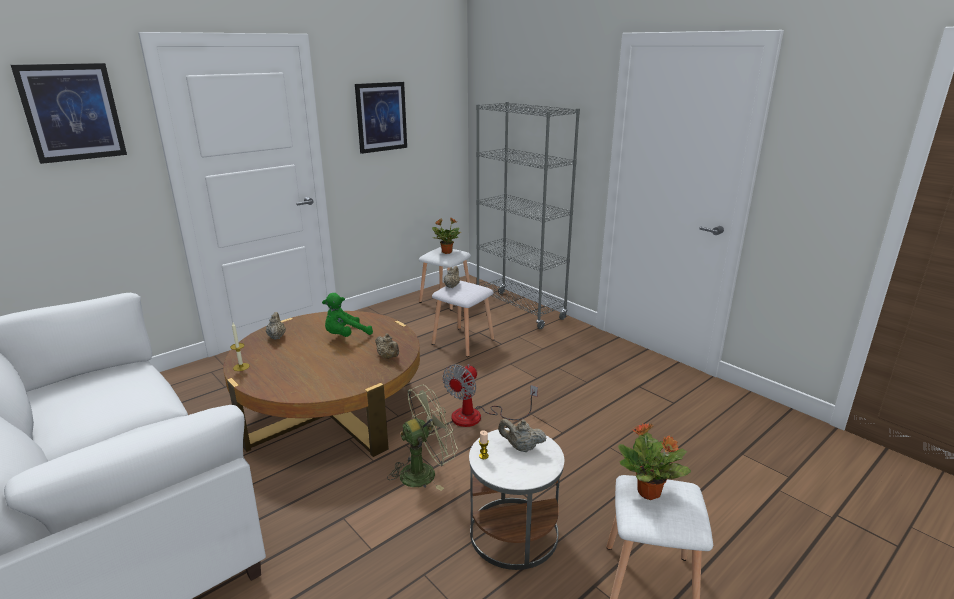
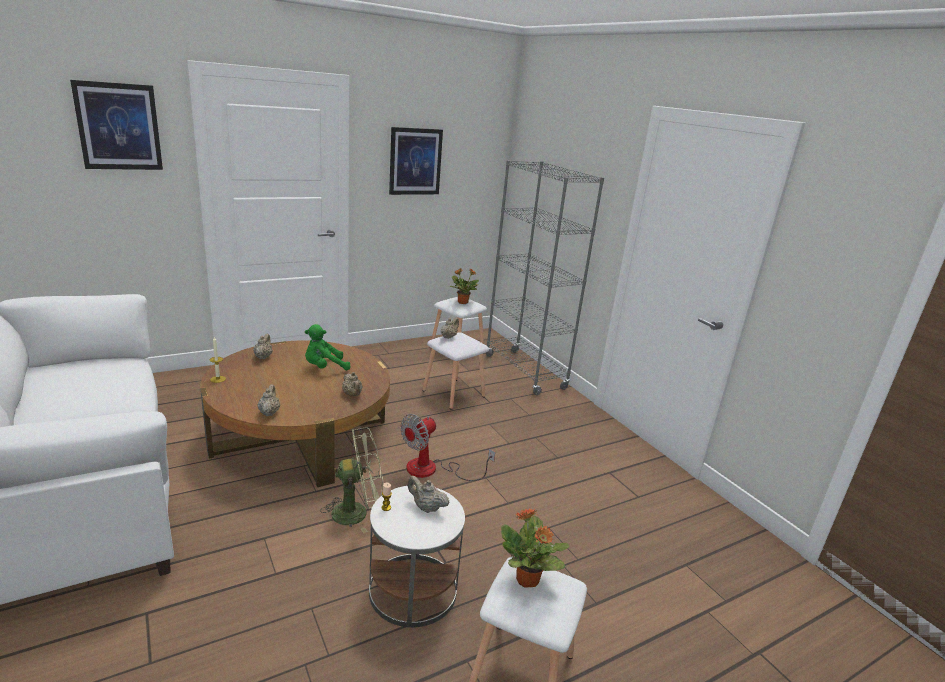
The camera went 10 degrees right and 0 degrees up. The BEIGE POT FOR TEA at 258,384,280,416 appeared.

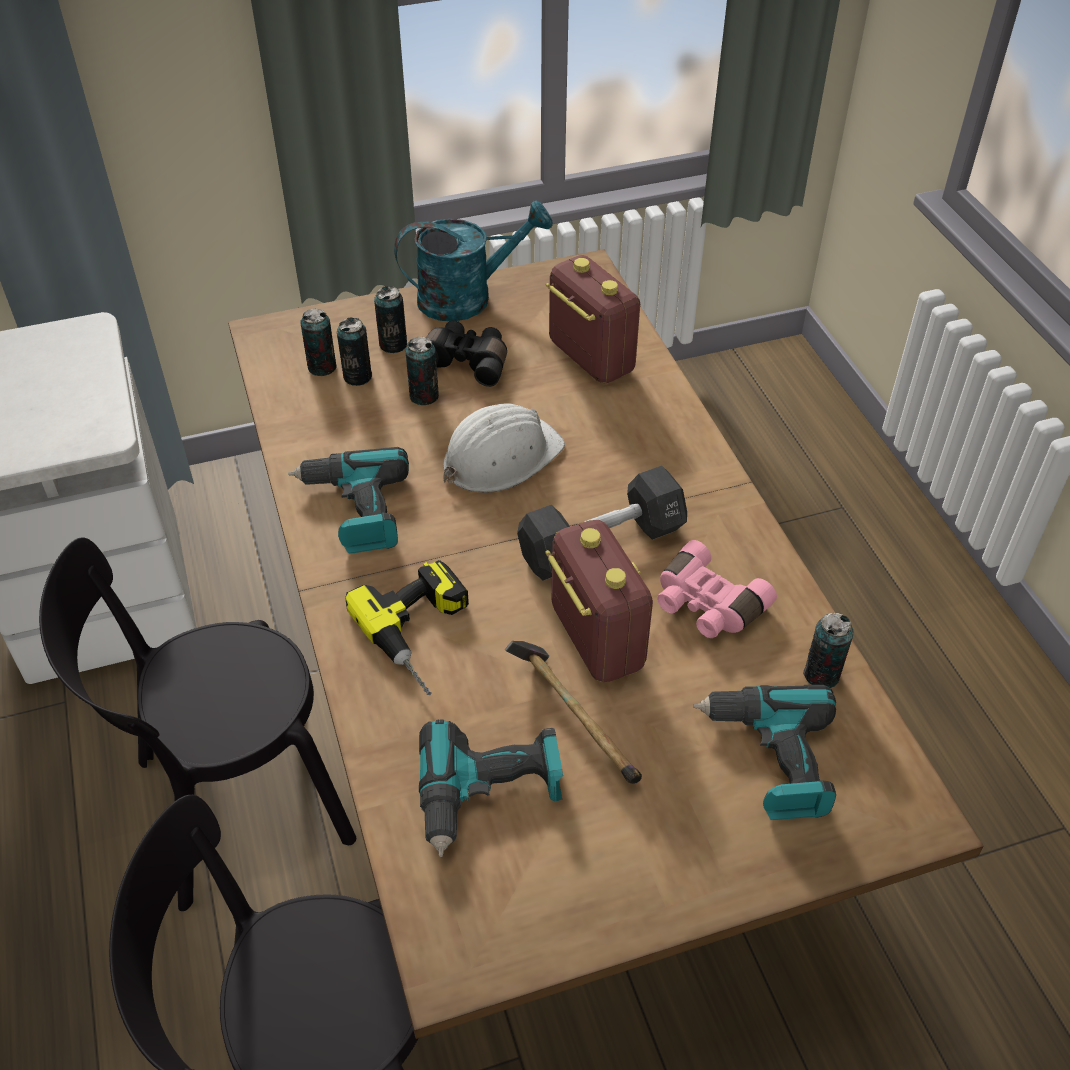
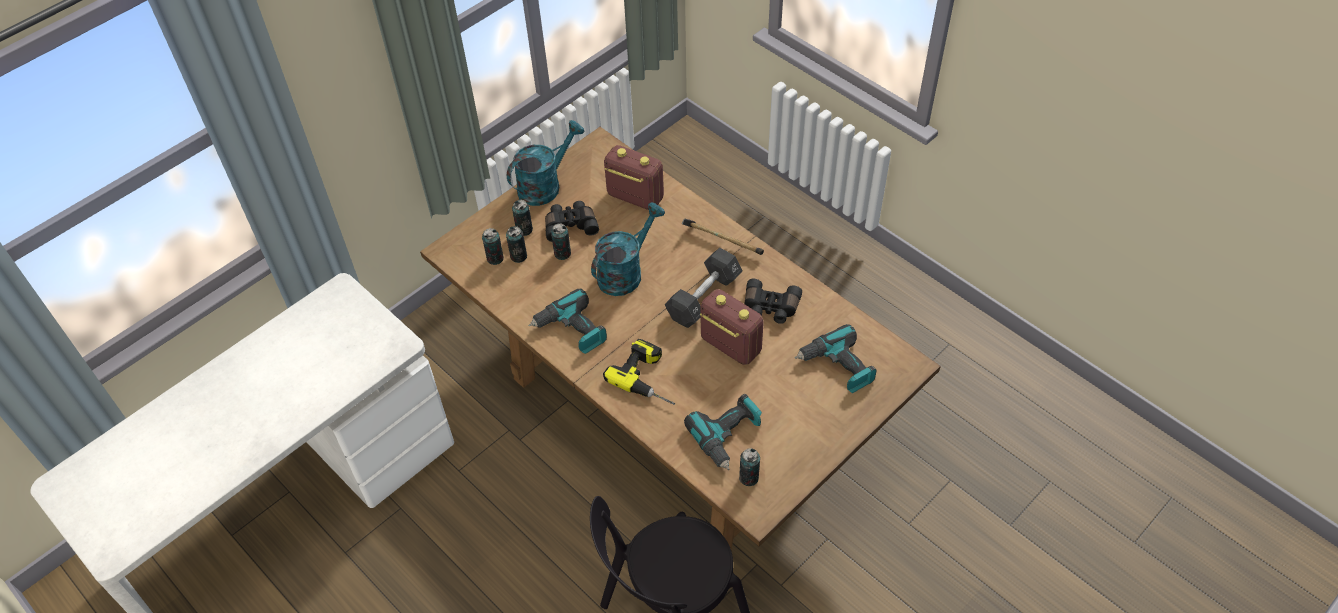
The camera went 25 degrees left and 5 degrees up. The WHITISH HARD HAT at 443,403,565,493 was replaced by the BLUE-GREEN WATERING CAN at 591,202,665,296. The BLACK PLAIN CHAIR at 39,537,356,911 disappeared. The PINK-COLOURED FIELD GLASSES at 657,540,777,638 became the BLACK FIELD GLASSES at 745,279,802,324. The CAN moved from 803,613,854,688 to 739,448,760,486. The HAMMER moved from 504,641,642,784 to 682,219,764,255.

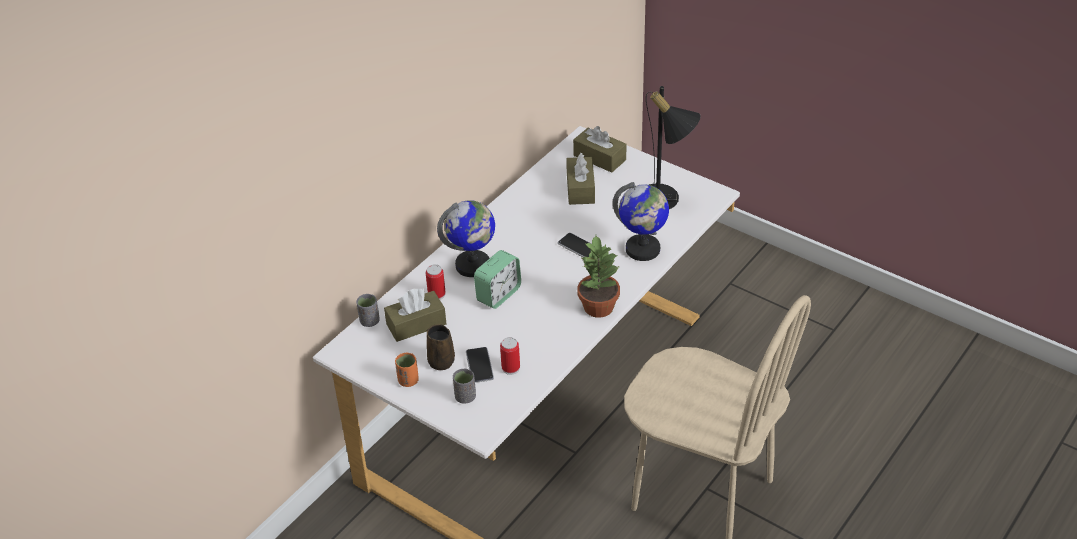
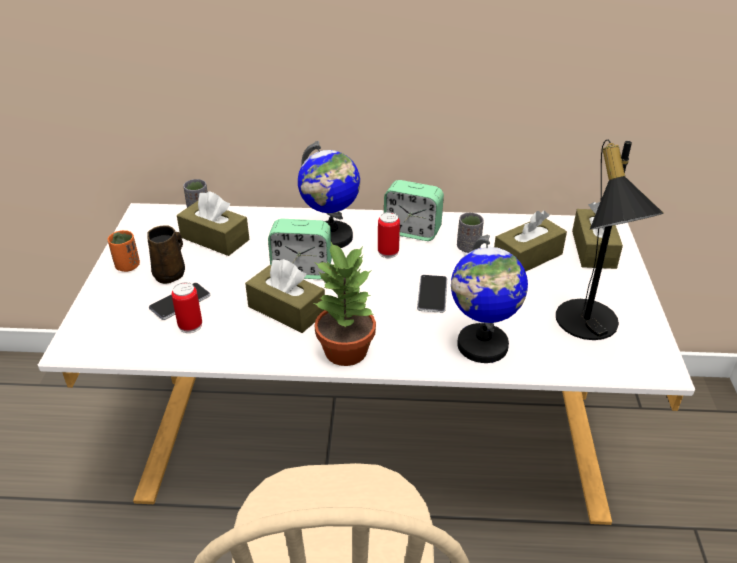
The camera went 55 degrees right and 5 degrees down. The CAN moved from 426,264,446,300 to 378,212,400,258. The GREYISH SMALL CUP moved from 453,369,476,404 to 457,213,484,253. The TABLE CLOCK at 384,180,444,241 appeared. The BROWNISH TISSUE HOLDER at 245,259,325,333 appeared.

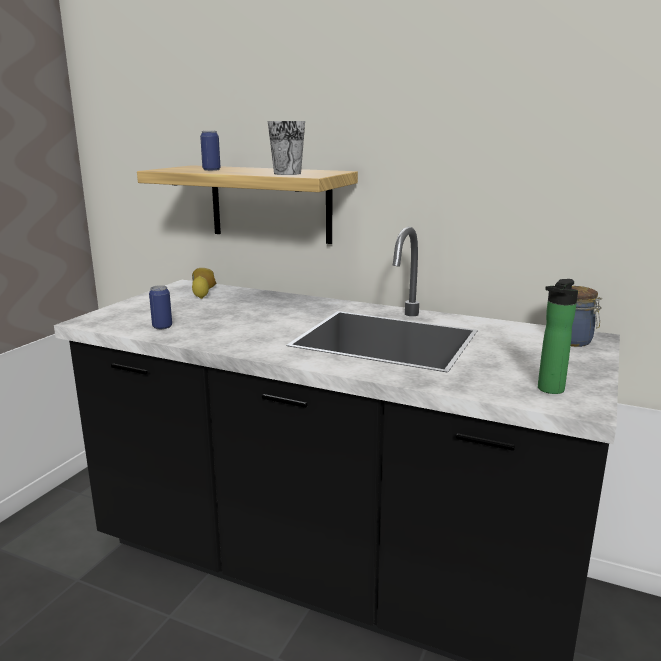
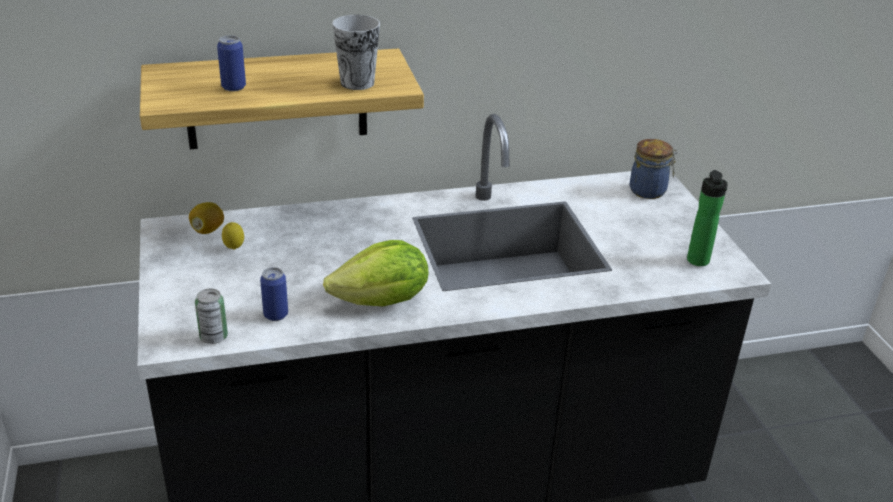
The camera went 40 degrees left and 15 degrees up. The HEAD OF LETTUCE at 323,240,428,306 appeared. The CAN at 195,288,228,344 appeared.

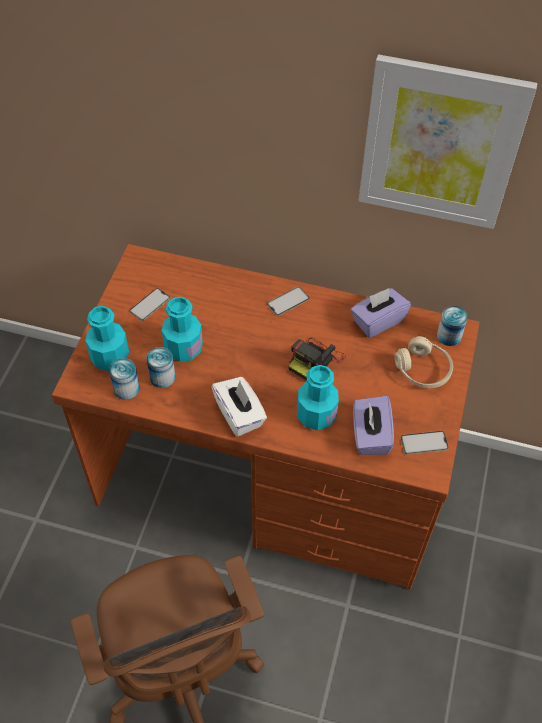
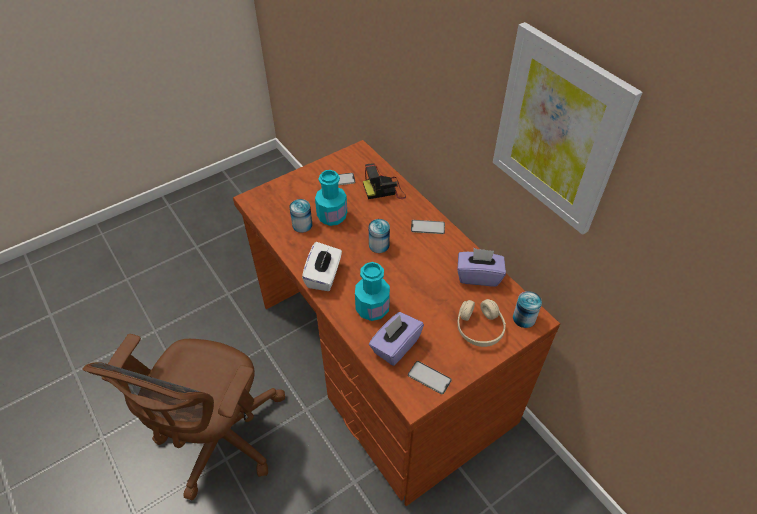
The camera went 40 degrees right and 5 degrees down. The BLUE-GREEN BEVERAGE BOTTLE at 85,306,129,371 disappeared. The PHOTO CAMERA moved from 289,338,346,381 to 363,163,406,199. The CAN moved from 109,358,140,400 to 369,219,390,253.

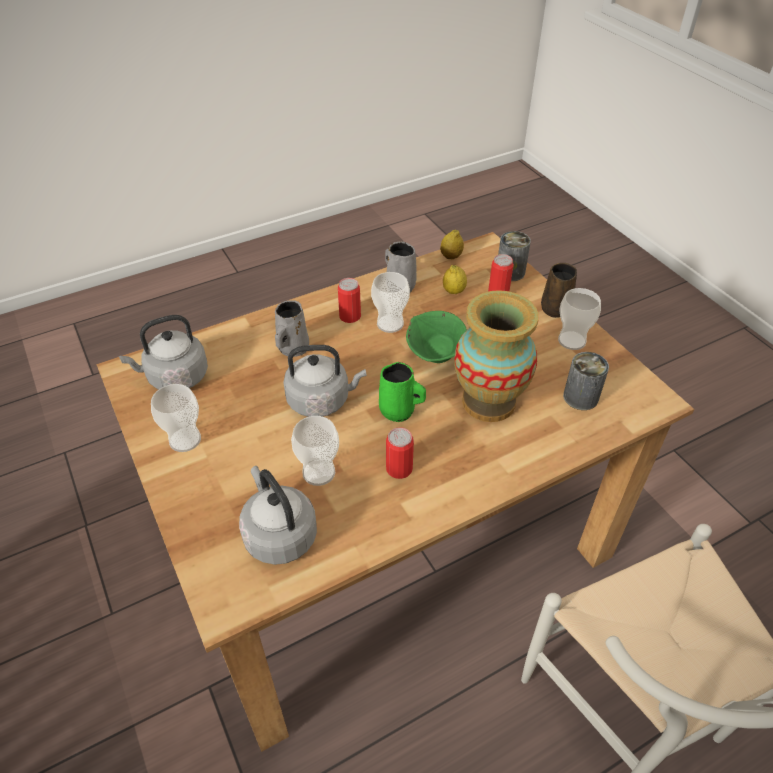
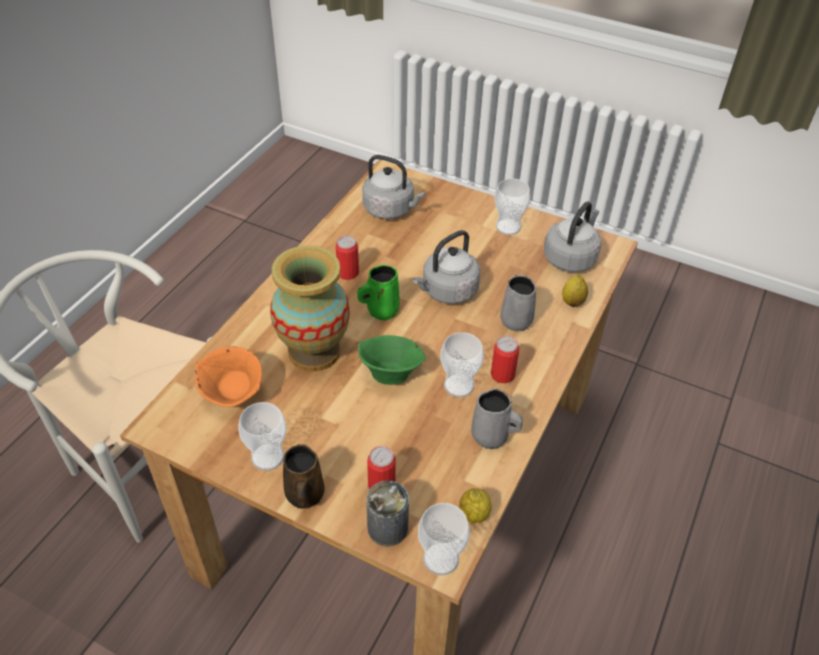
The camera went 145 degrees right and 0 degrees up. The WHOLE LEMON moved from 443,265,467,294 to 562,274,588,307. The CAN at 563,352,609,410 was replaced by the ORANGE-COLOURED DEEP DISH at 195,346,262,407. The SMALL CUP moved from 291,416,339,486 to 418,503,470,576.

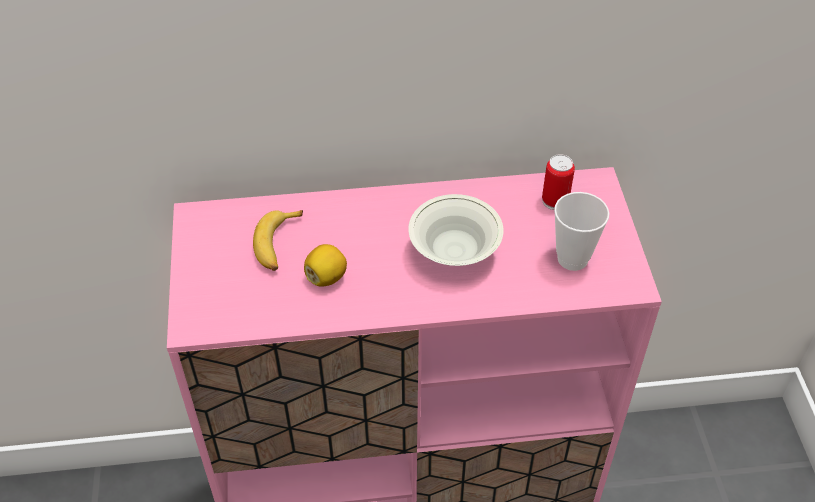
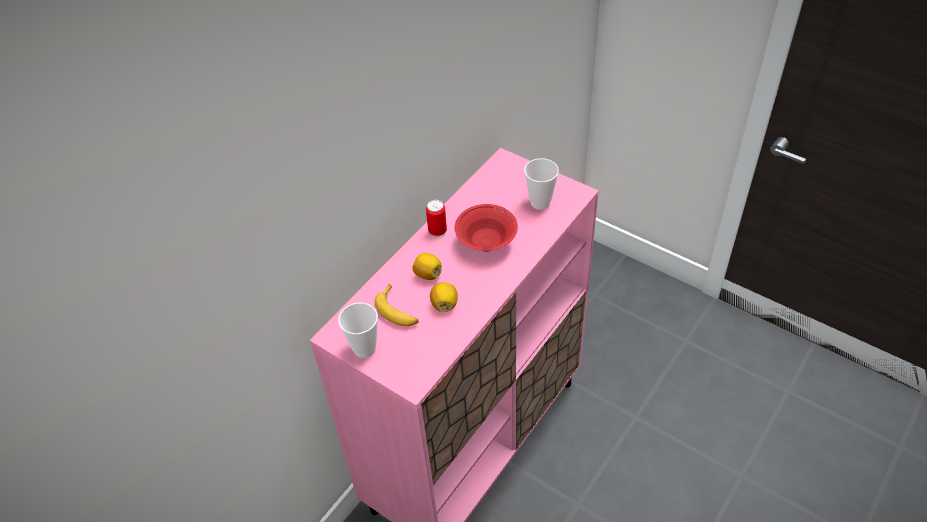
The camera went 45 degrees left and 0 degrees up. The CAN moved from 542,154,575,210 to 426,200,447,238. The WHITISH DEEP DISH at 408,194,504,266 became the RED-COLOURED DEEP DISH at 455,204,518,251. The WHOLE LEMON at 412,253,442,280 appeared. The SMALL CUP at 338,303,378,358 appeared.

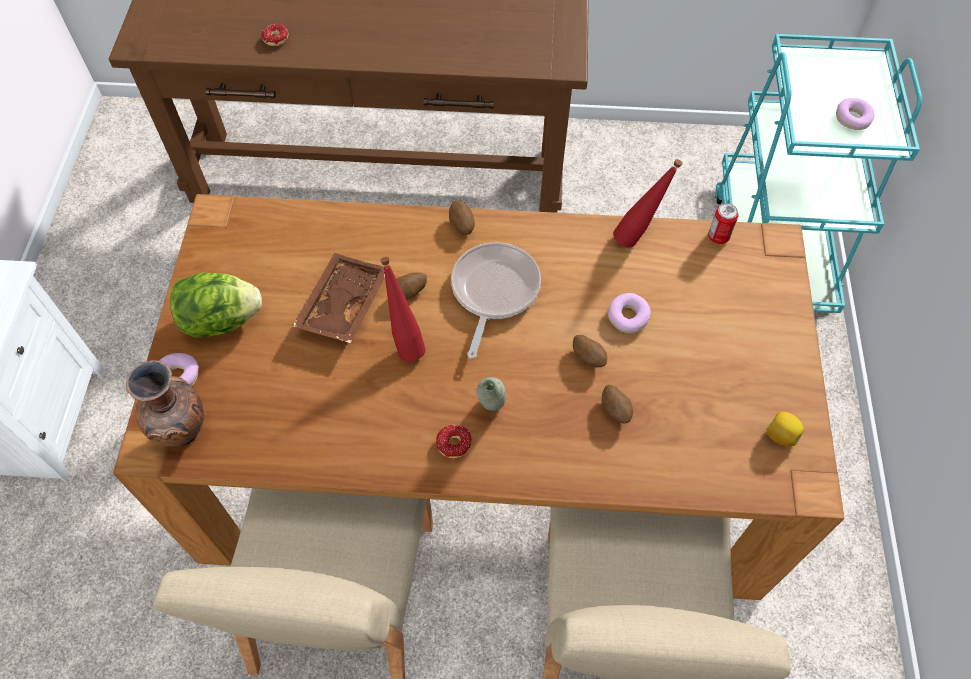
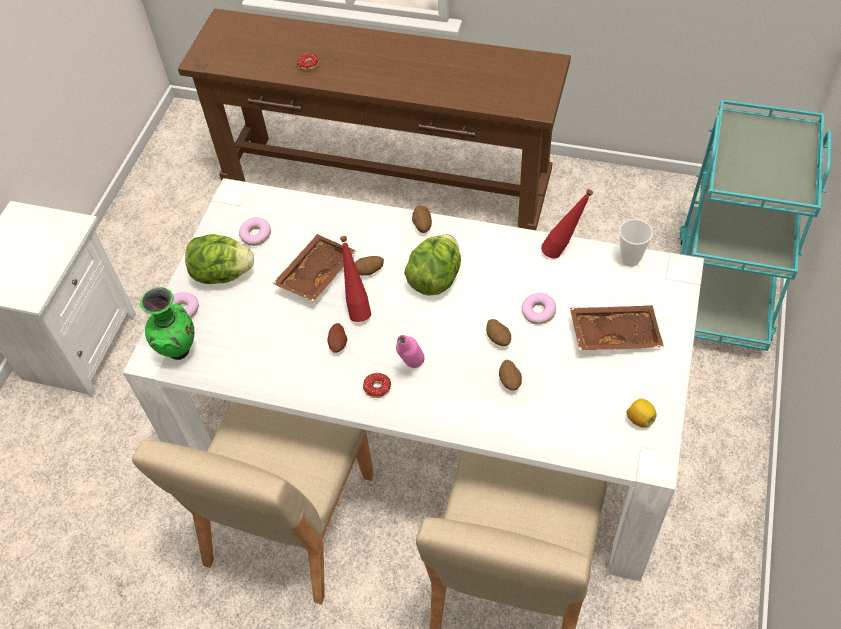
The camera went 15 degrees right and 5 degrees down. The DOUGHNUT moved from 836,98,875,130 to 239,217,271,246. The BROWNISH DINING TABLE at 113,194,844,600 became the WHITISH DINING TABLE at 123,178,704,581. The CAN at 708,203,739,244 was replaced by the SMALL CUP at 619,219,653,267. The PAN at 451,242,541,359 was replaced by the HEAD OF LETTUCE at 404,234,461,296. The BROWNISH DECORATIVE VASE at 126,360,204,446 became the GREEN DECORATIVE VASE at 140,287,194,360. The GREYISH BEVERAGE BOTTLE at 477,377,506,411 became the PINK-COLOURED BEVERAGE BOTTLE at 396,335,424,368. The BROWNISH CARRYING TRAY at 570,305,664,350 appeared. The SPUD at 327,323,347,353 appeared.

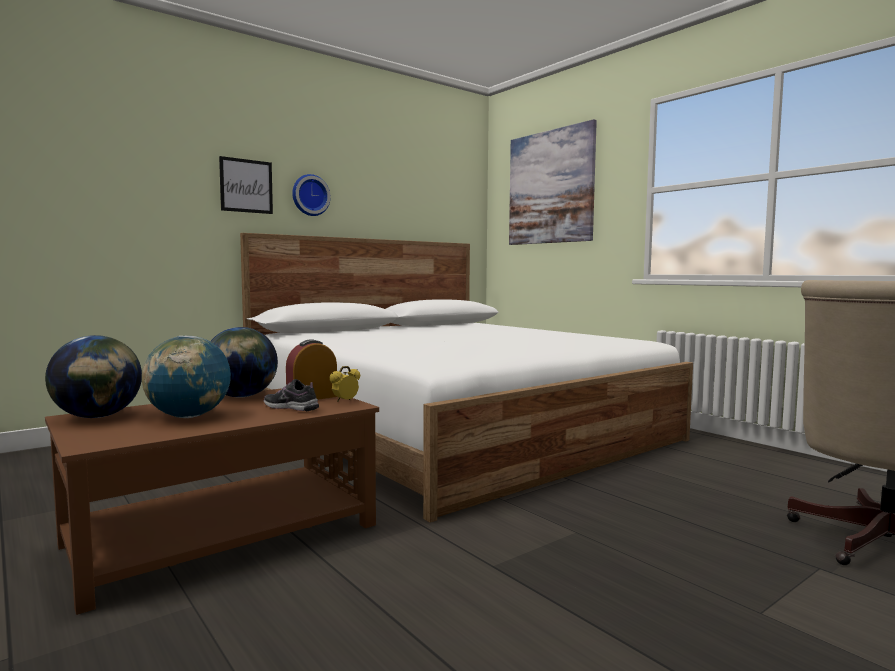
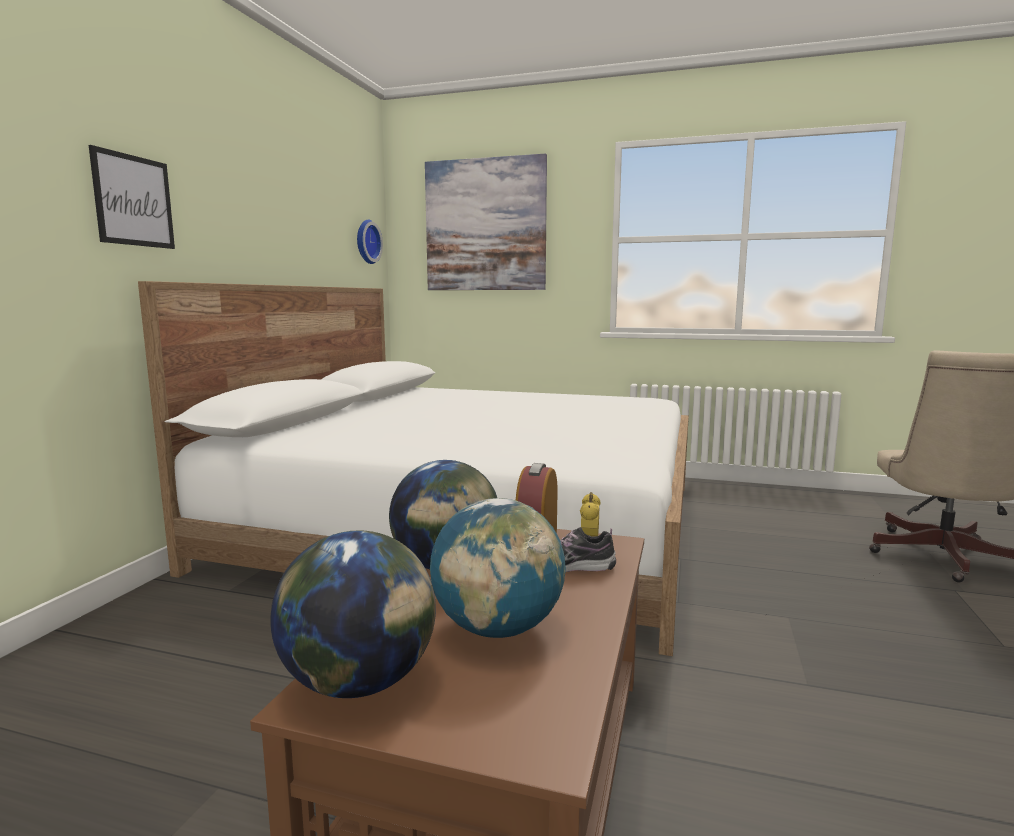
The camera went 35 degrees left and 5 degrees up. The HANGING CLOCK moved from 292,174,331,216 to 357,220,383,264.

